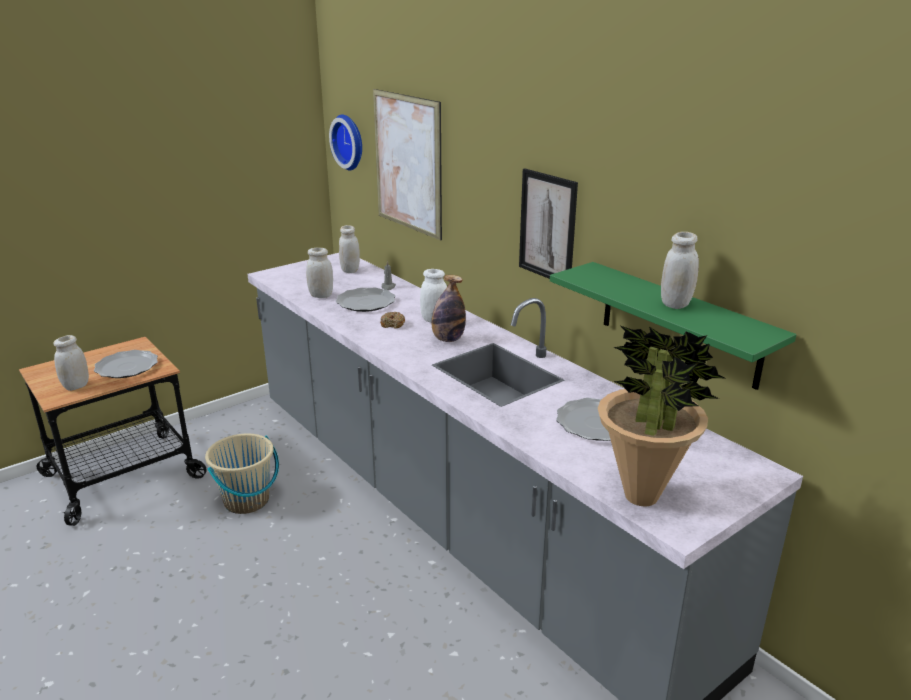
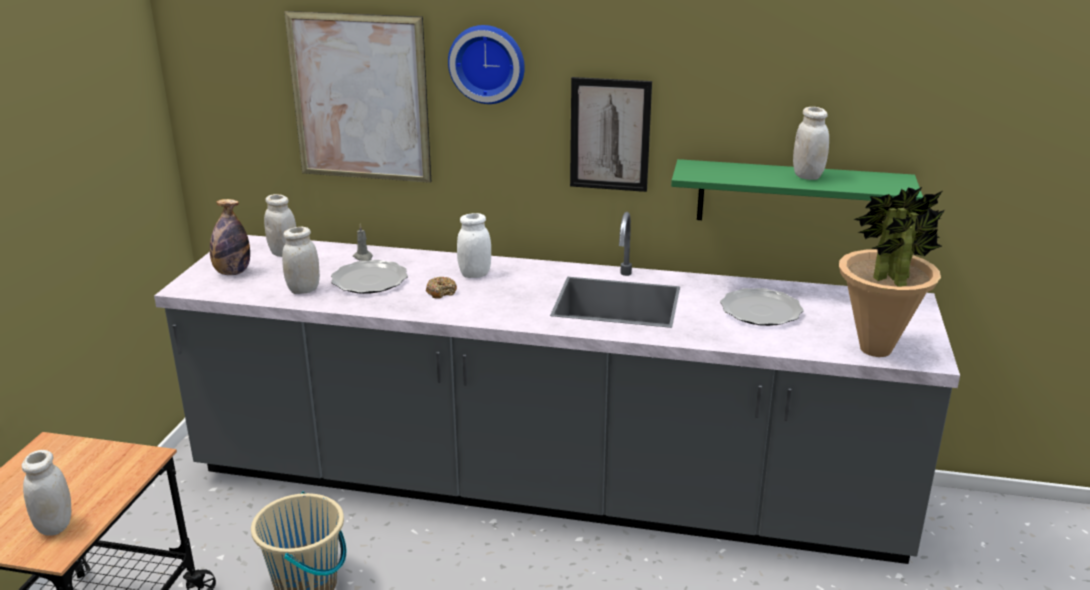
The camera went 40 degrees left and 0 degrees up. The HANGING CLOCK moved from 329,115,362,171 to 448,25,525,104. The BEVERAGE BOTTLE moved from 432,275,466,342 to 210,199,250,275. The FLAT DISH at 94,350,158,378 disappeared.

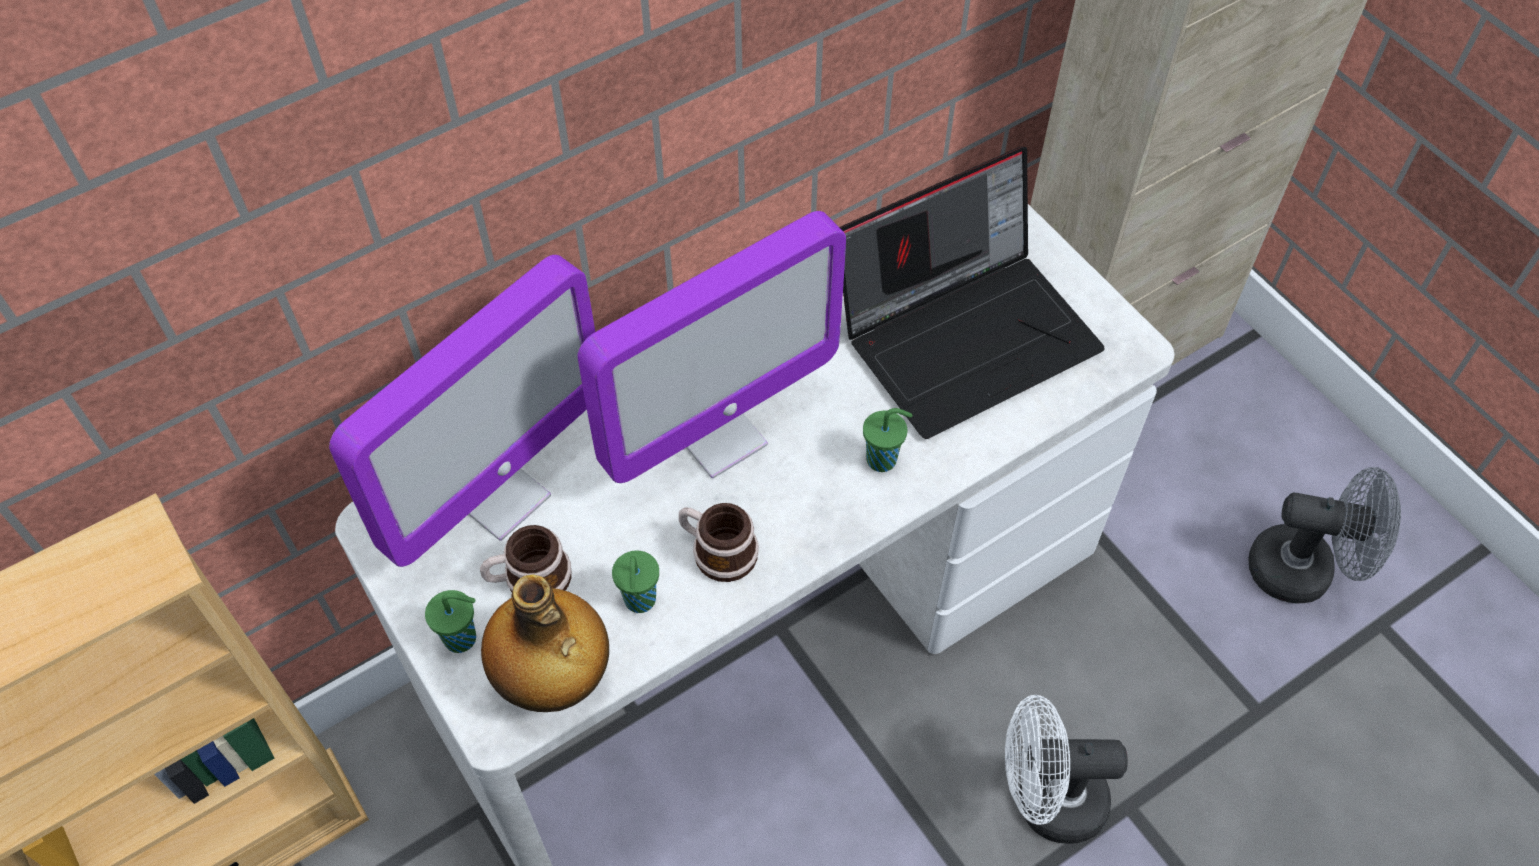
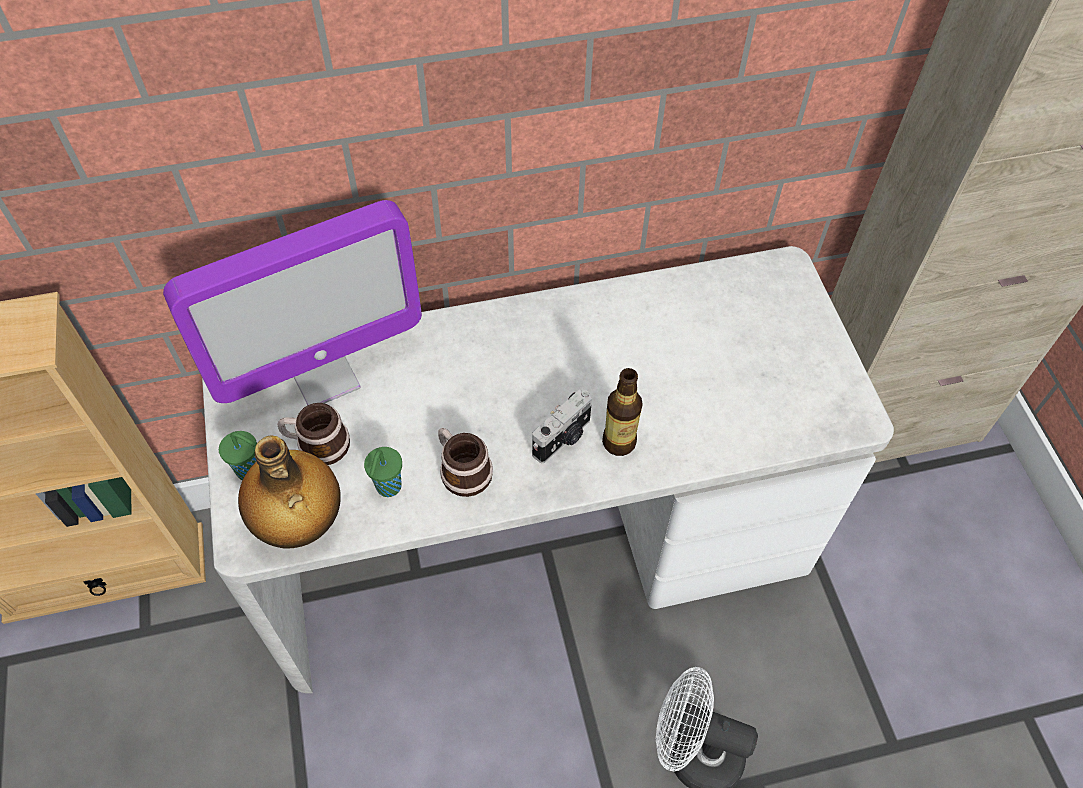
The camera went 20 degrees right and 0 degrees up. The LAPTOP at 839,147,1105,439 disappeared. The COMPUTER SCREEN at 577,211,846,483 disappeared. The GREEN SMALL CUP at 863,408,913,472 was replaced by the BEVERAGE BOTTLE at 602,368,643,456. The GREYISH ELECTRIC FAN at 1248,467,1401,603 disappeared. The PHOTO CAMERA at 532,389,592,463 appeared.

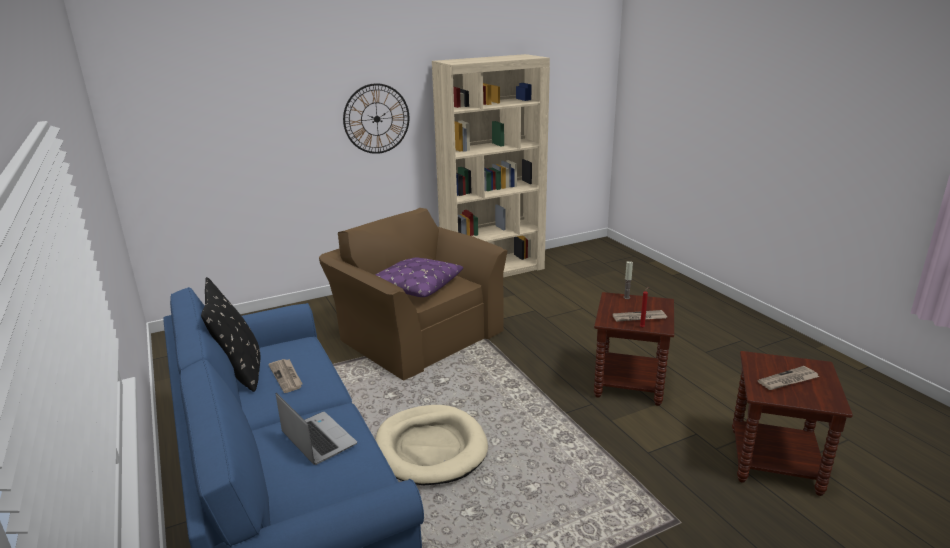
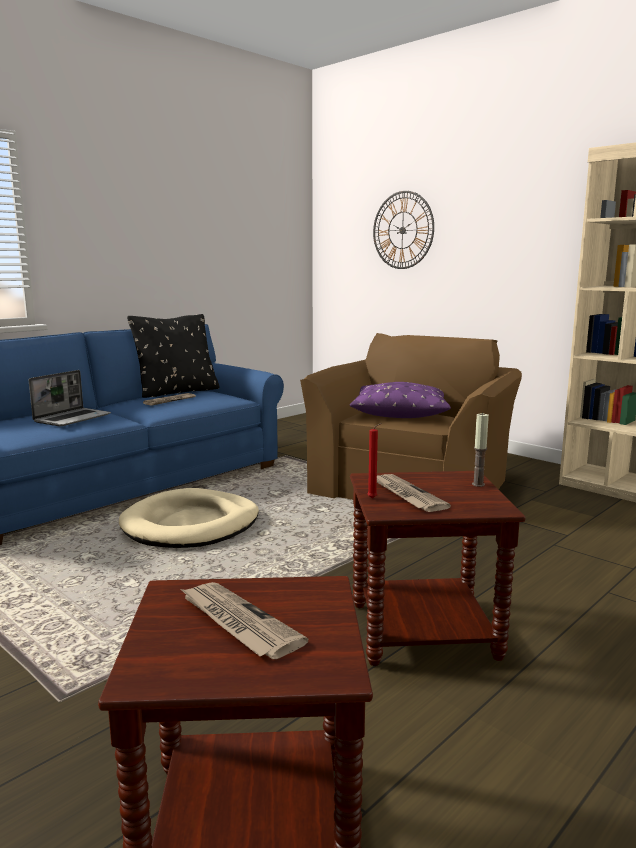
The camera went 70 degrees right and 10 degrees down. The HANGING CLOCK moved from 343,83,409,154 to 373,191,434,269.

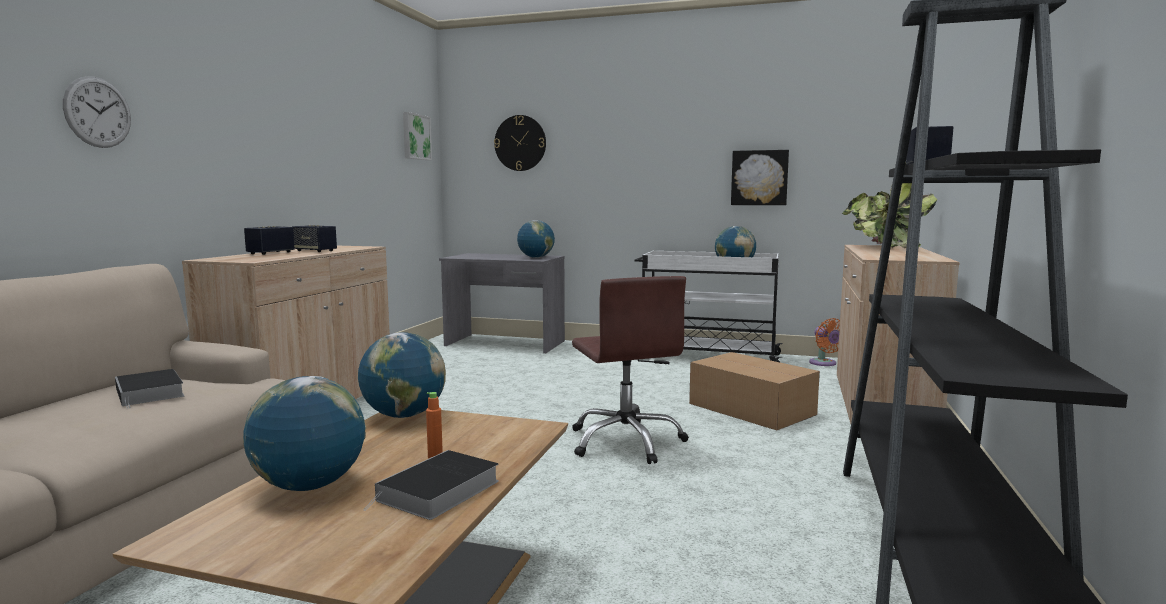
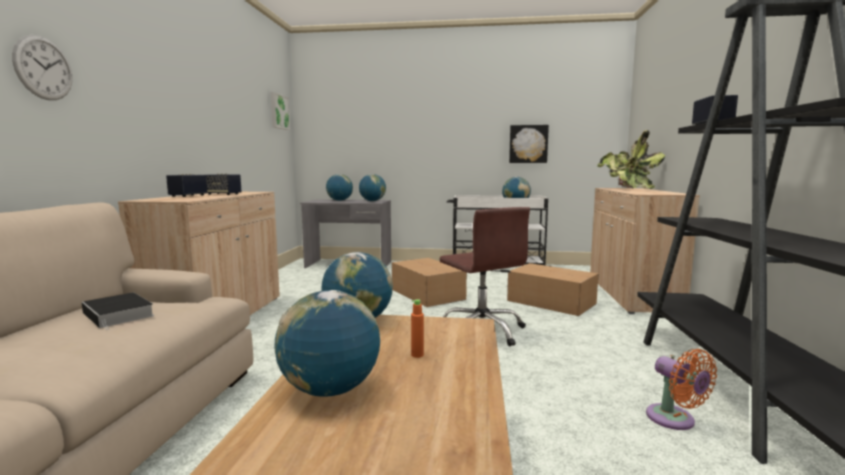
The camera went 10 degrees left and 0 degrees up. The HANGING CLOCK at 494,115,546,171 disappeared. The ORANGE-COLOURED ELECTRIC FAN moved from 809,318,840,366 to 646,349,717,430. The BOUND BOOK at 363,450,499,520 disappeared. The DESK GLOBE at 326,174,353,201 appeared. The PACKING BOX at 392,258,467,307 appeared.

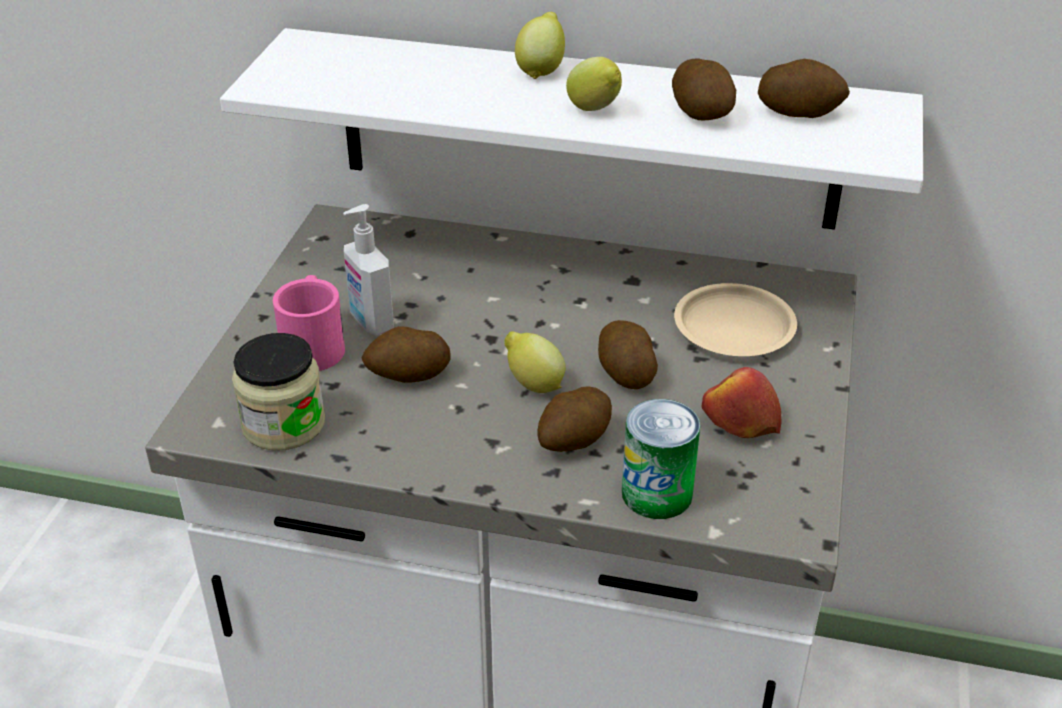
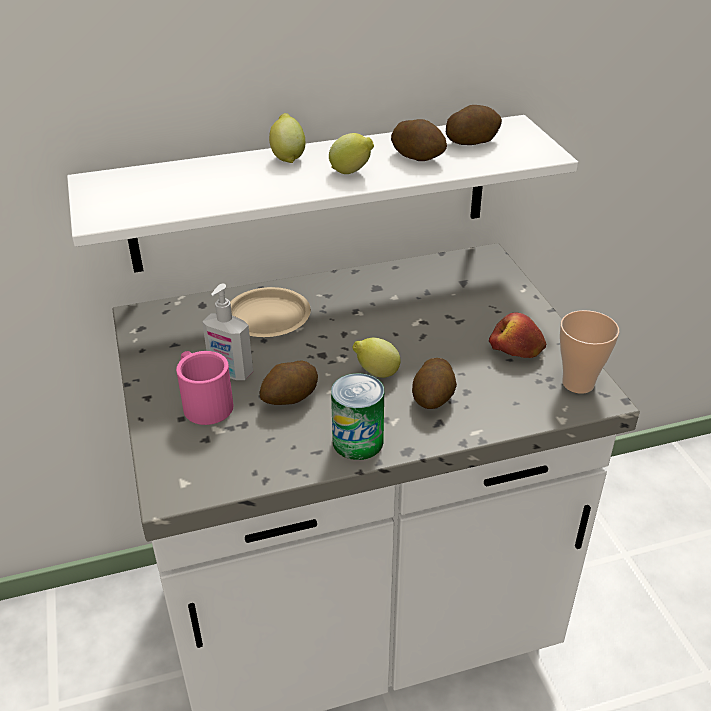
The camera went 30 degrees left and 0 degrees up. The BEIGE FLAT DISH moved from 674,283,797,356 to 230,287,311,337. The SPUD at 598,320,658,389 disappeared. The JAR at 232,333,325,451 disappeared. The CAN moved from 622,399,700,519 to 331,373,384,460. The SMALL CUP at 560,310,620,394 appeared.

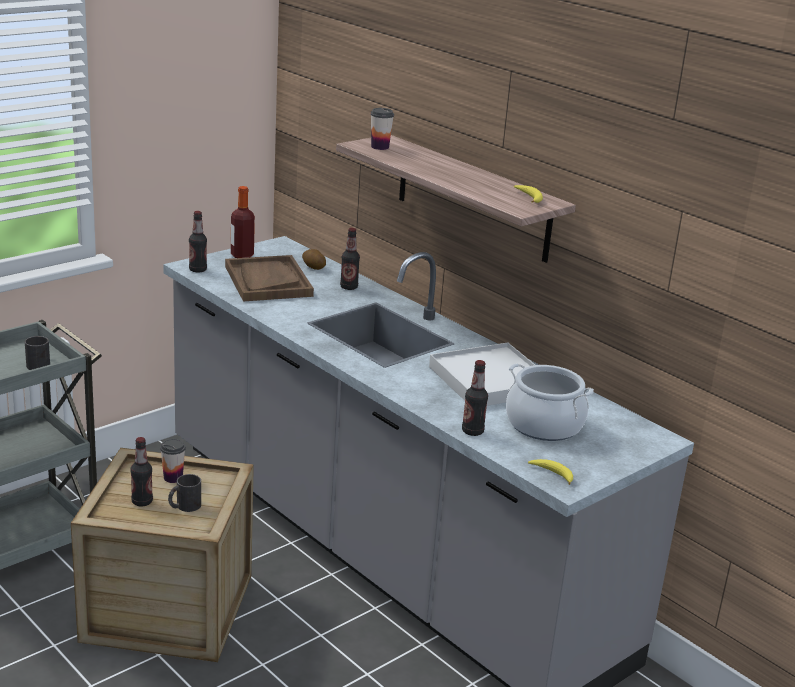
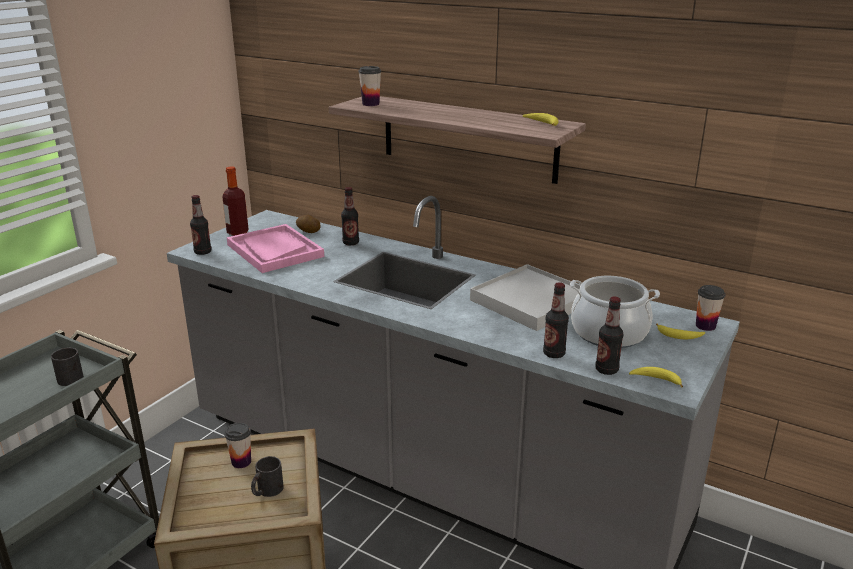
The camera went 15 degrees left and 0 degrees up. The BROWNISH CARRYING TRAY at 225,255,314,302 became the PINK-COLOURED CARRYING TRAY at 227,224,324,273. The BEVERAGE BOTTLE moved from 130,437,153,507 to 595,296,623,375. The SMALL CUP at 696,285,725,331 appeared. The BANANA at 656,324,705,339 appeared.

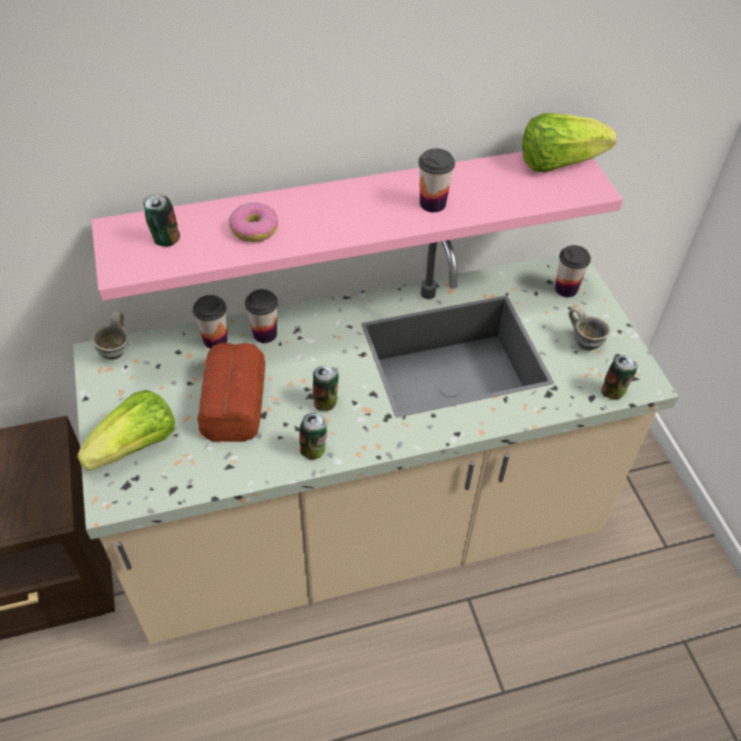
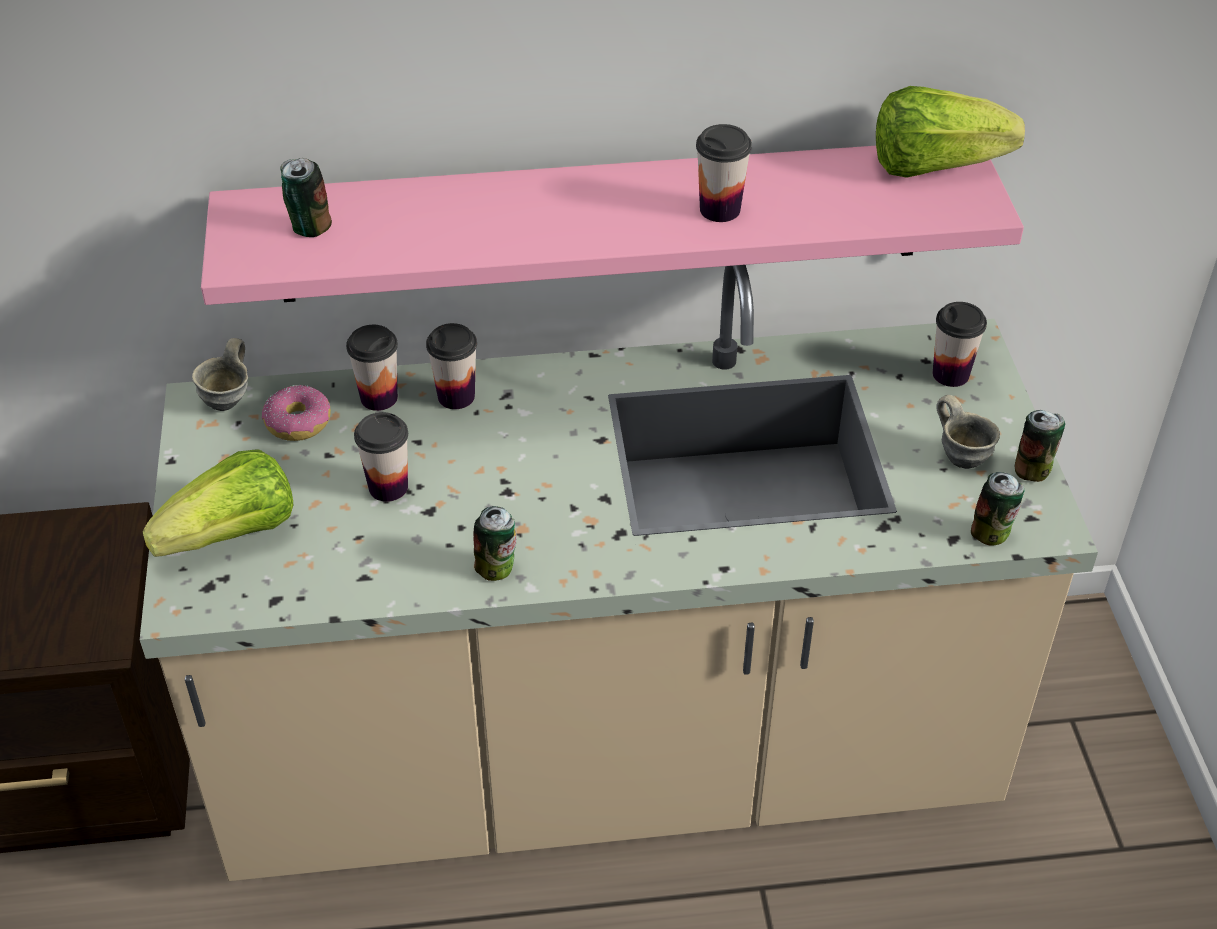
The camera went 10 degrees right and 5 degrees down. The DOUGHNUT moved from 229,202,278,242 to 262,385,331,441. The BAKERY BREAD at 197,343,265,442 was replaced by the SMALL CUP at 354,412,408,502. The CAN moved from 313,366,339,411 to 1015,410,1065,482.

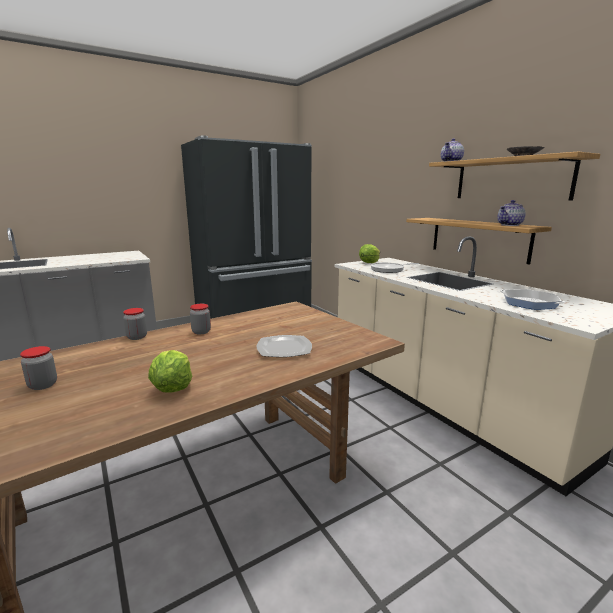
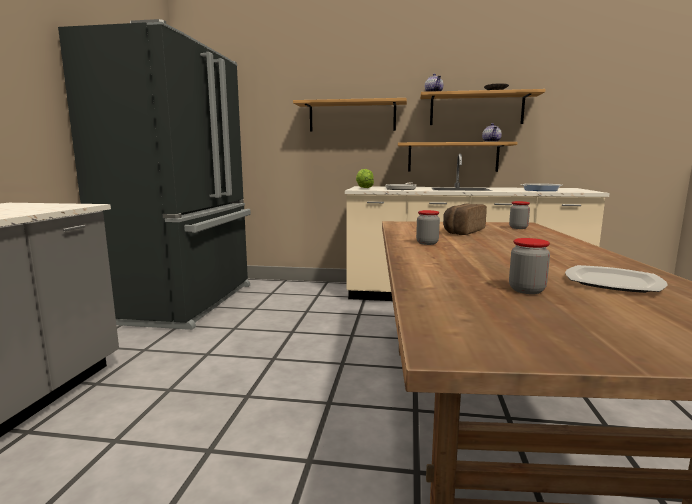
The camera went 50 degrees left and 5 degrees down. The JAR moved from 123,308,147,340 to 509,201,530,229. The FLAT DISH moved from 256,335,312,357 to 565,265,668,293. The HEAD OF LETTUCE at 148,350,192,393 disappeared. The BRACKET SHELF at 293,98,407,132 appeared. The BAKERY BREAD at 443,204,487,235 appeared.

